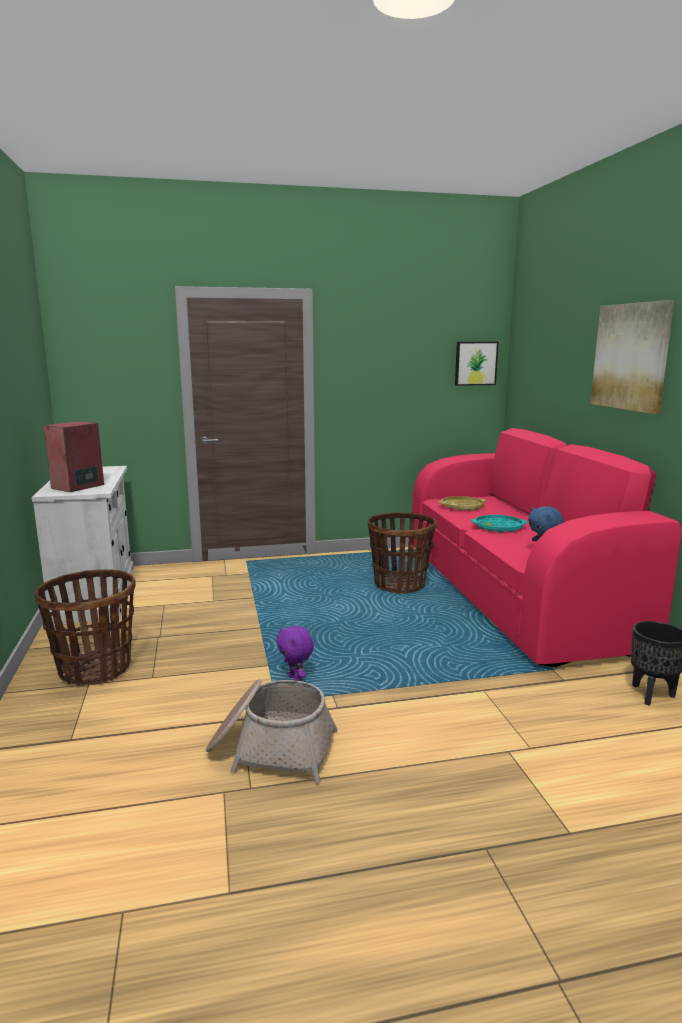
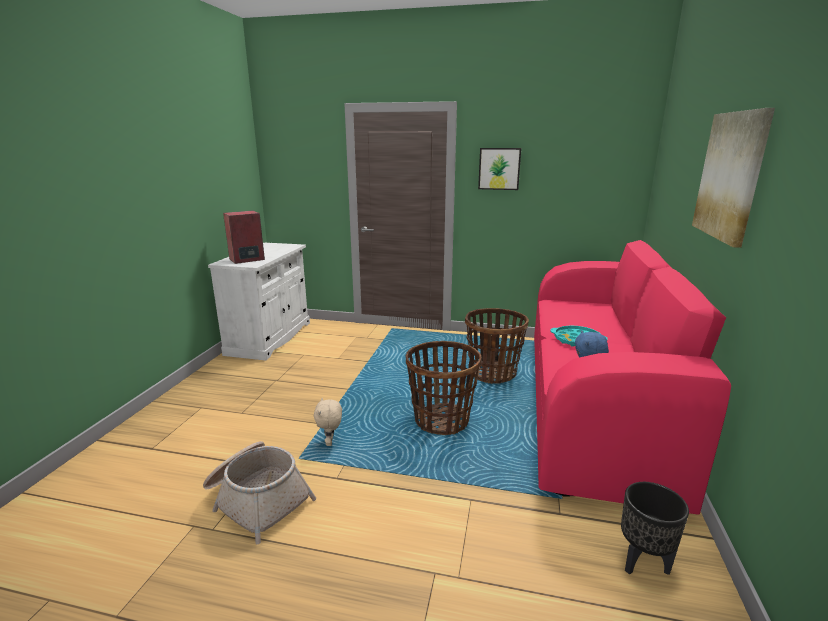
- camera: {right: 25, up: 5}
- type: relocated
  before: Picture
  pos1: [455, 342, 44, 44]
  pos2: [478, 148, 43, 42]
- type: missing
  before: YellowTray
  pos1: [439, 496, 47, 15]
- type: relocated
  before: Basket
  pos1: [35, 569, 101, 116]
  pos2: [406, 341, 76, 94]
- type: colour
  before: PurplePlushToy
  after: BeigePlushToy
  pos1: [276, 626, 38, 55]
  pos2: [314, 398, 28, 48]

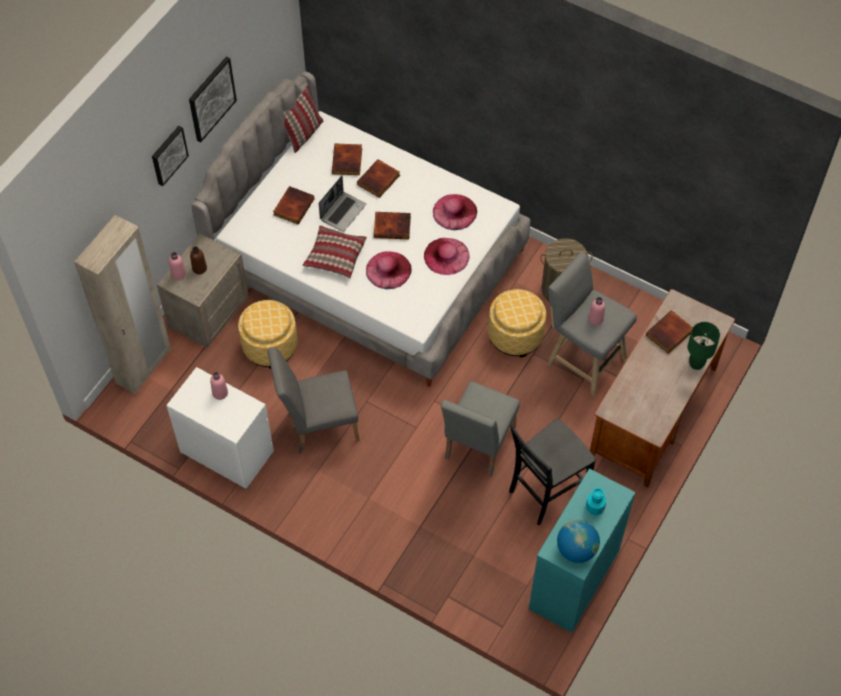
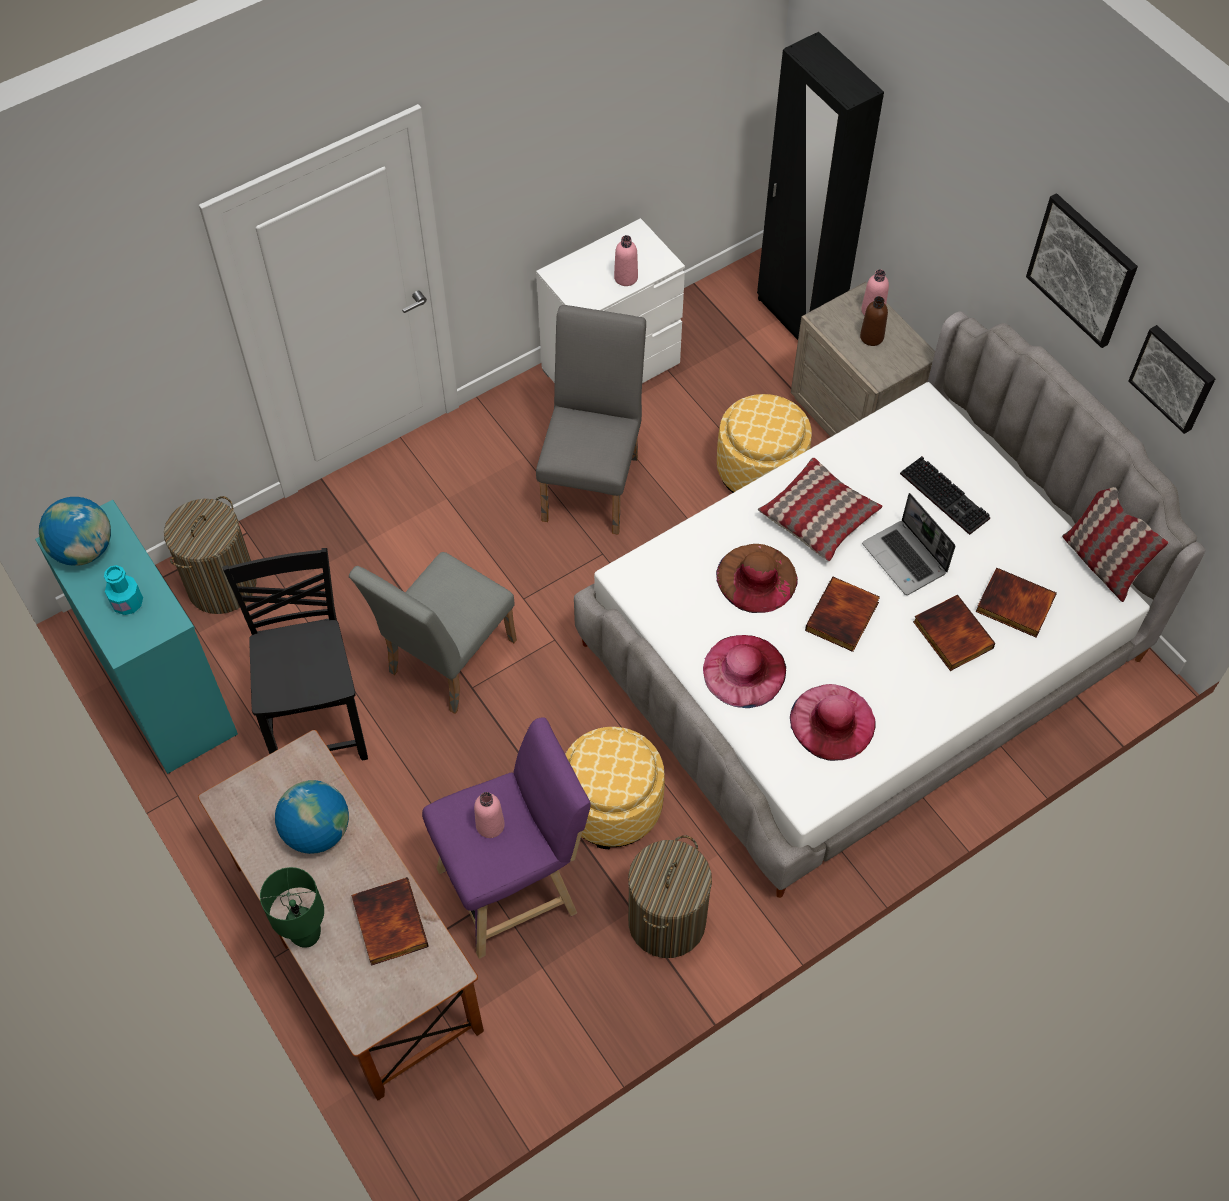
- camera: {right: 115, up: 0}
- type: relocated
  before: Picture
  pos1: [152, 126, 37, 60]
  pos2: [1128, 325, 87, 109]
- type: exchanged
  before: Book
  after: Keyboard
  pos1: [273, 186, 41, 39]
  pos2: [900, 456, 91, 79]
- type: colour
  before: BeigeWardrobe
  after: BlackWardrobe
  pos1: [74, 215, 97, 179]
  pos2: [757, 32, 127, 308]
- type: colour
  before: PinkHat
  after: BrownHat
  pos1: [366, 251, 46, 38]
  pos2: [716, 544, 82, 69]
- type: colour
  before: GreyStool
  after: PurpleStool
  pos1: [547, 252, 90, 144]
  pos2: [422, 717, 169, 242]
- type: spun
  before: GreyChair
  pos1: [441, 382, 79, 95]
  pos2: [349, 552, 168, 162]
  turn: -105
- type: appeared
  after: LaundryBasket
  pos2: [164, 496, 93, 118]
- type: appeared
  after: Globe
  pos2: [275, 780, 74, 74]

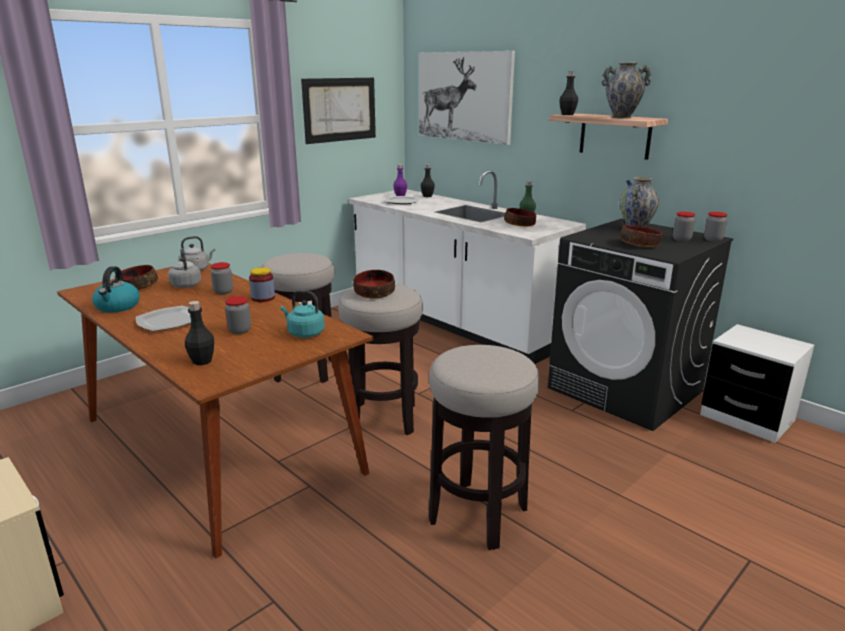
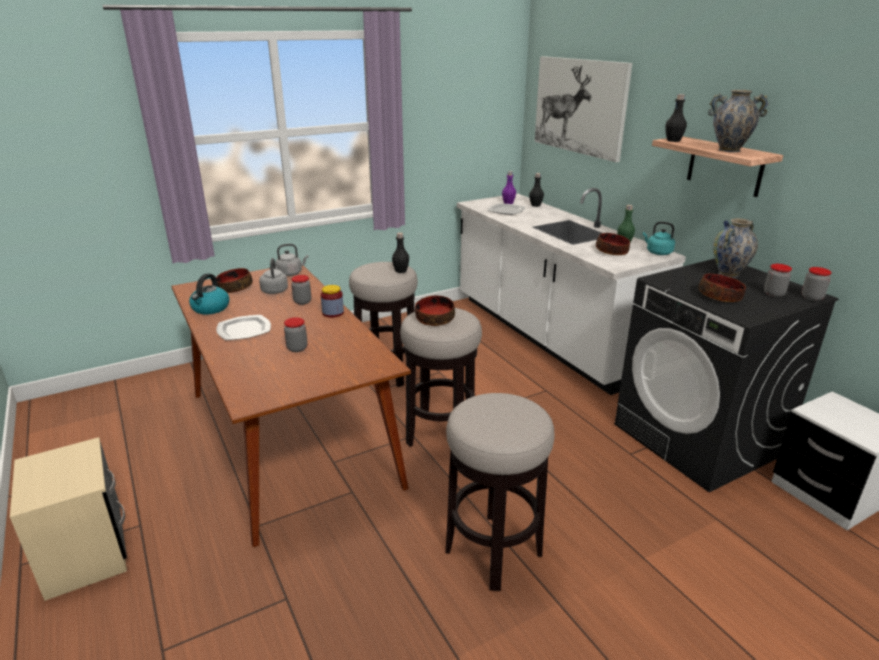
- camera: {right: 15, up: 5}
- type: missing
  before: Picture
  pos1: [301, 78, 75, 66]
- type: relocated
  before: TurquoiseKettle
  pos1: [281, 290, 43, 48]
  pos2: [643, 222, 32, 33]
- type: relocated
  before: BlackBottle
  pos1: [185, 301, 29, 64]
  pos2: [392, 232, 17, 41]

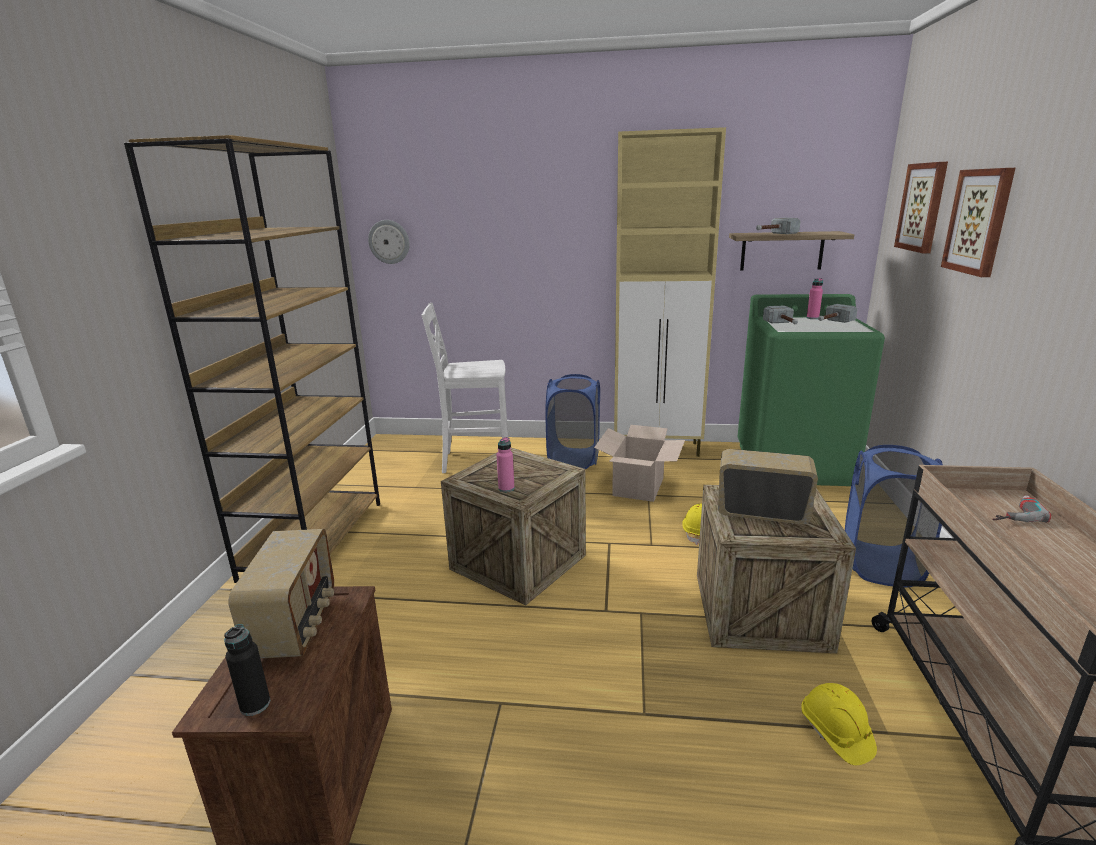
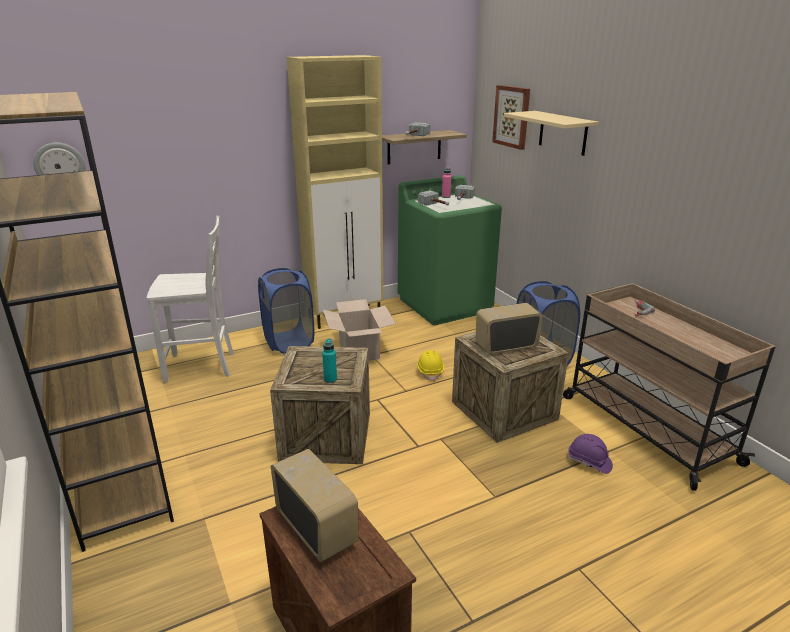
- camera: {right: -35, up: 5}
- type: exchanged
  before: Picture
  after: BeigeShelf
  pos1: [941, 168, 74, 109]
  pos2: [504, 111, 95, 45]
- type: spun
  before: WhiteChair
  pos1: [421, 303, 87, 170]
  pos2: [147, 216, 87, 167]
  turn: -150
- type: colour
  before: PinkBottle
  after: TurquoiseBottle
  pos1: [496, 437, 19, 55]
  pos2: [322, 339, 15, 44]
- type: missing
  before: BlackBottle
  pos1: [224, 624, 46, 92]
- type: colour
  before: YellowHardHat
  after: PurpleHardHat
  pos1: [801, 683, 76, 82]
  pos2: [567, 434, 46, 40]

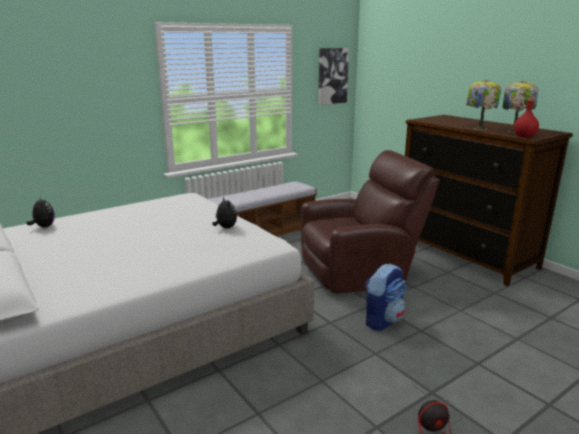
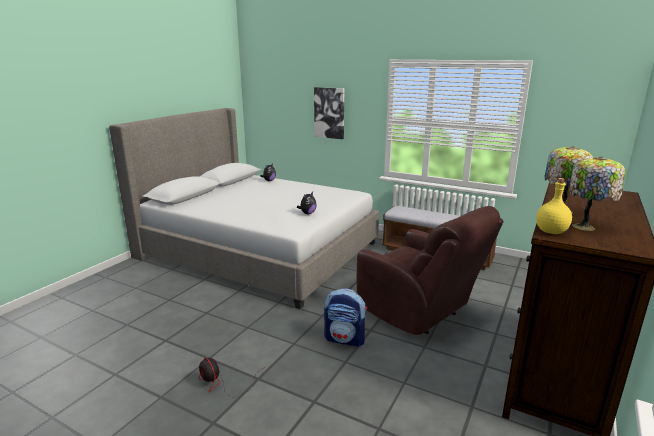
- camera: {right: 65, up: 0}
- type: relocated
  before: Picture
  pos1: [318, 48, 31, 57]
  pos2: [314, 87, 30, 52]
- type: colour
  before: RedBottle
  after: YellowBottle
  pos1: [514, 97, 25, 41]
  pos2: [536, 178, 36, 56]

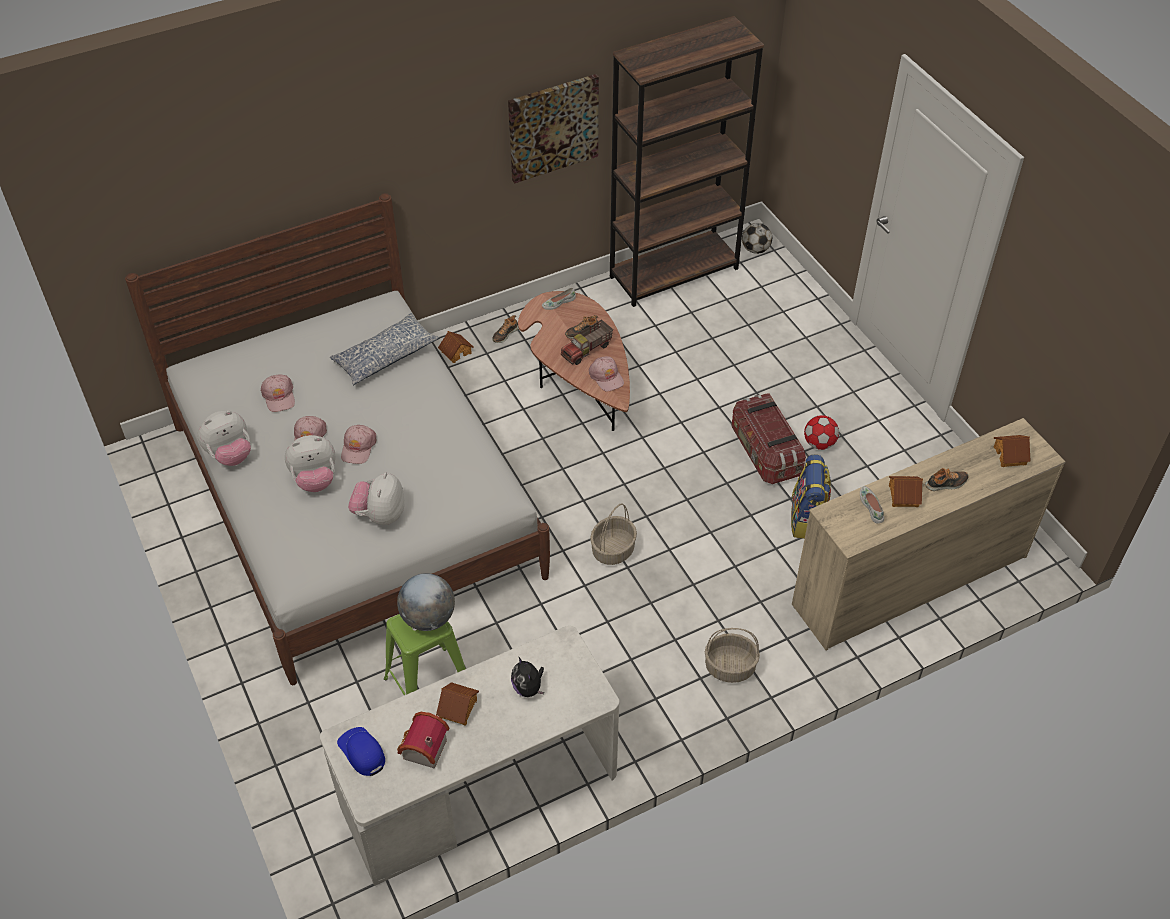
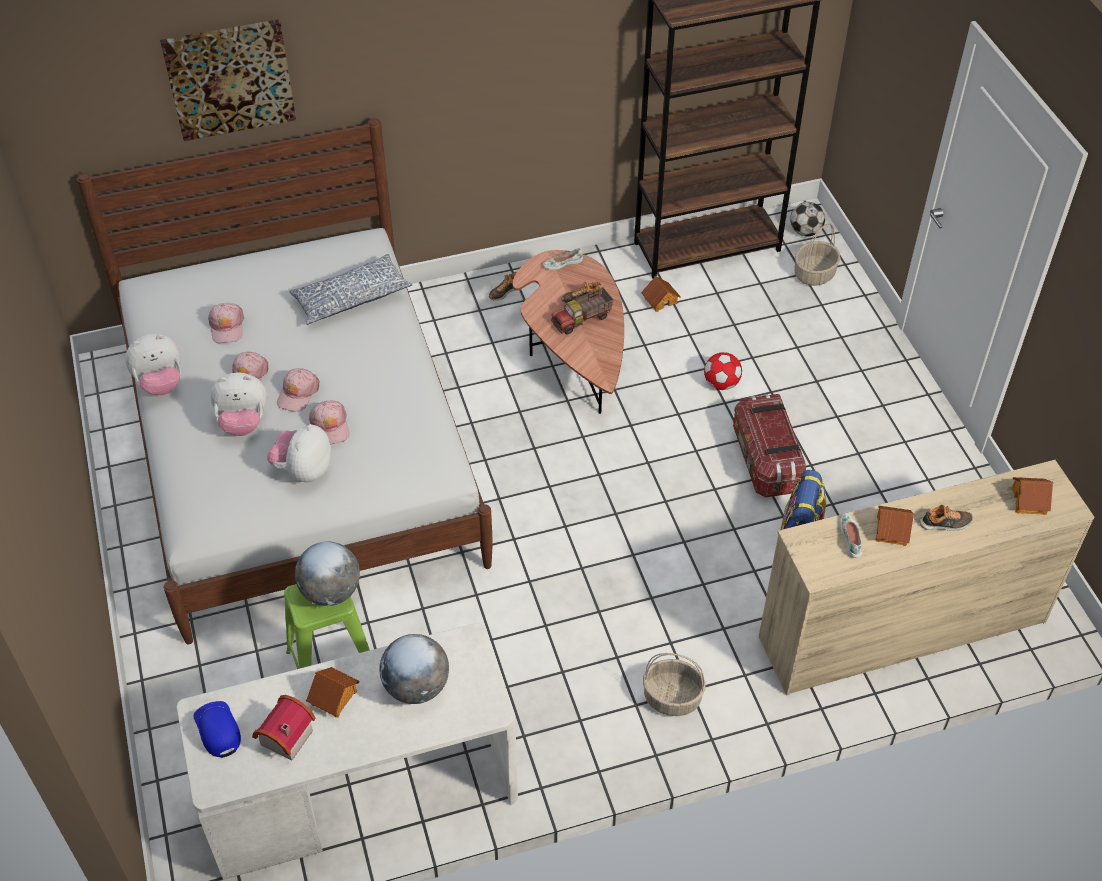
- camera: {right: 10, up: 0}
- type: relocated
  before: Picture
  pos1: [508, 74, 91, 109]
  pos2: [160, 19, 136, 122]
- type: relocated
  before: ToyHouse
  pos1: [438, 331, 35, 32]
  pos2: [641, 276, 40, 36]
- type: relocated
  before: PinkCap
  pos1: [589, 356, 35, 35]
  pos2: [309, 401, 40, 43]
- type: relocated
  before: Football
  pos1: [804, 415, 35, 35]
  pos2: [704, 352, 38, 38]
- type: relocated
  before: Basket
  pos1: [590, 503, 47, 62]
  pos2: [794, 224, 47, 62]
- type: exchanged
  before: PlushToy
  after: Globe
  pos1: [511, 656, 33, 41]
  pos2: [379, 634, 70, 70]

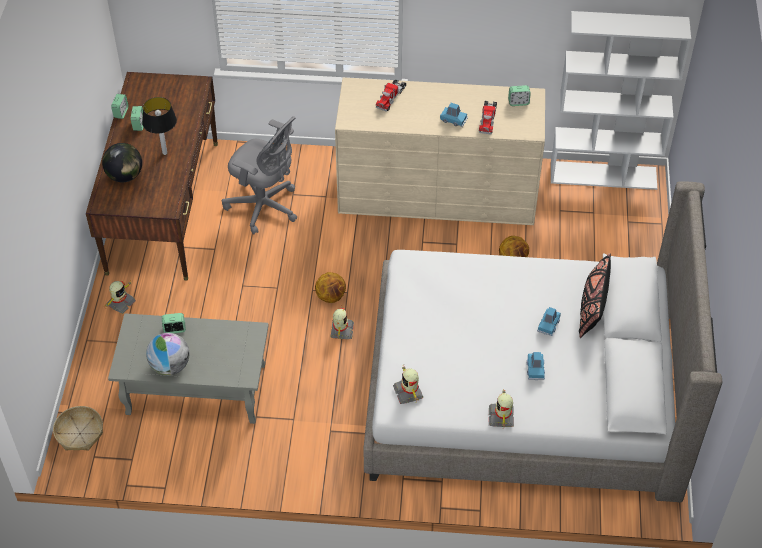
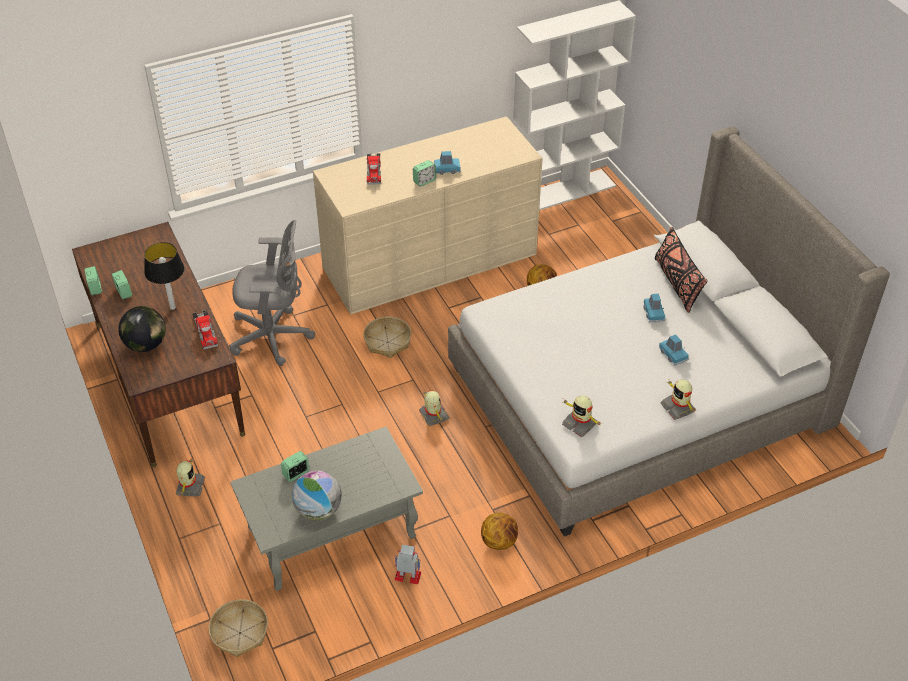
- camera: {right: -30, up: -5}
- type: relocated
  before: AlarmClock
  pos1: [508, 85, 23, 21]
  pos2: [413, 160, 23, 27]
- type: relocated
  before: ToyTruck
  pos1: [479, 101, 18, 34]
  pos2: [192, 310, 26, 39]
- type: relocated
  before: Basketball
  pos1: [315, 272, 31, 31]
  pos2: [481, 513, 37, 37]
- type: appeared
  after: Basket
  pos2: [363, 316, 48, 42]
- type: appeared
  after: ToyRobot
  pos2: [394, 544, 27, 40]

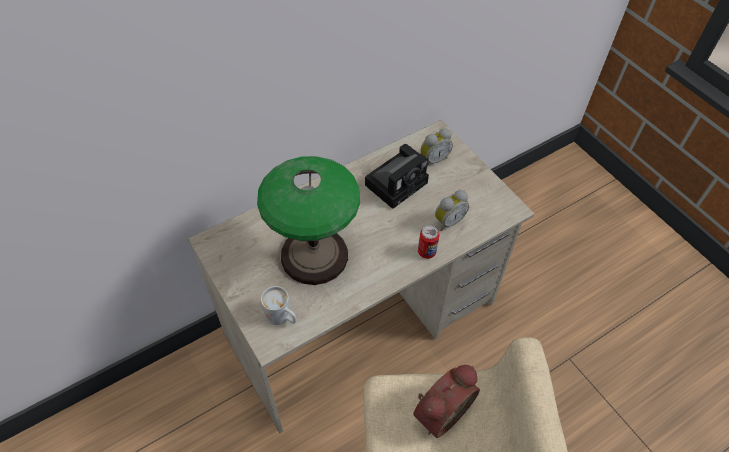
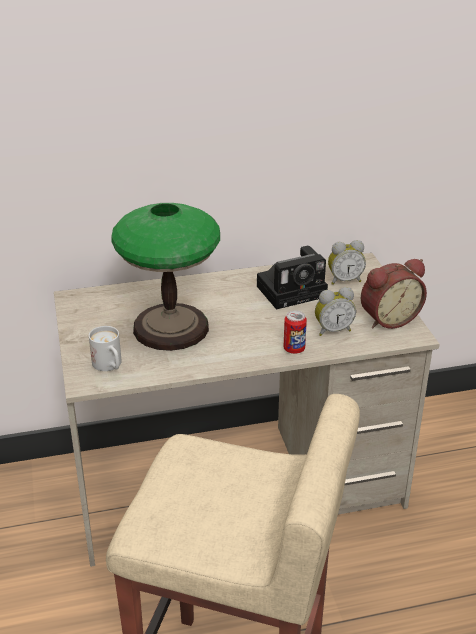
- camera: {right: 20, up: -20}
- type: relocated
  before: AlarmClock
  pos1: [413, 365, 67, 73]
  pos2: [361, 259, 66, 70]

